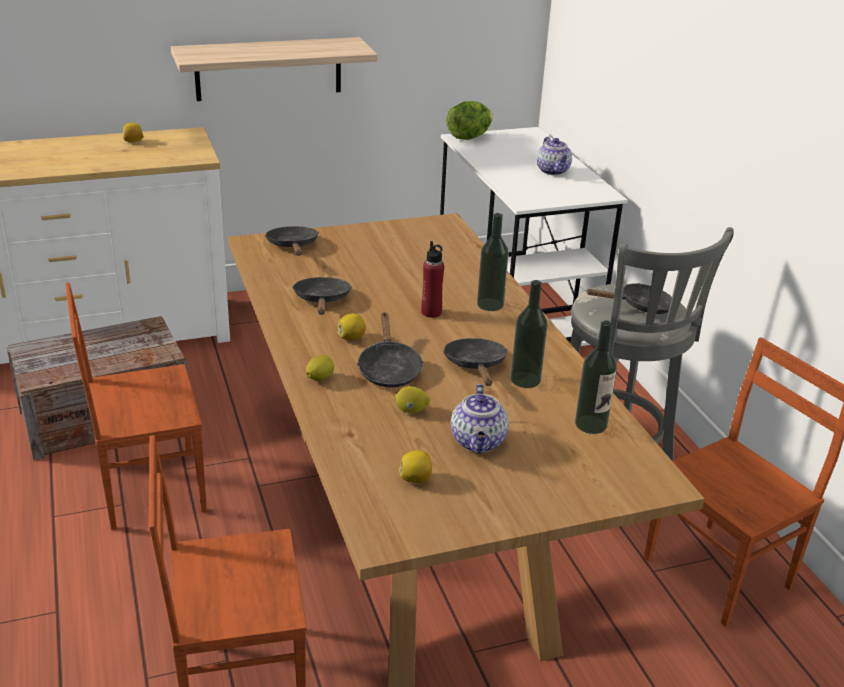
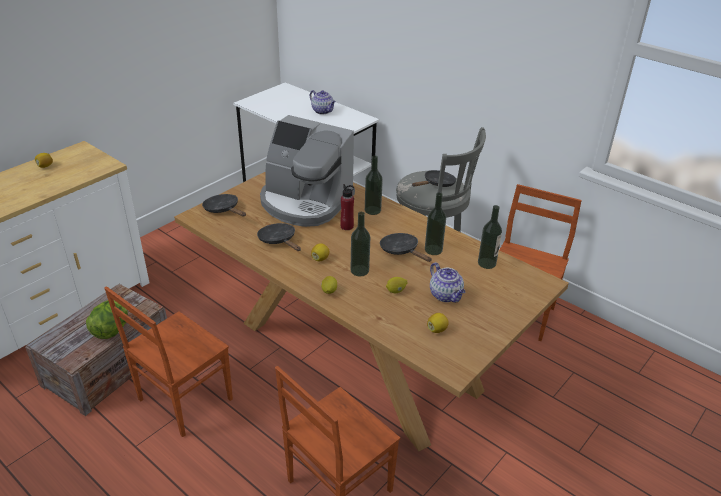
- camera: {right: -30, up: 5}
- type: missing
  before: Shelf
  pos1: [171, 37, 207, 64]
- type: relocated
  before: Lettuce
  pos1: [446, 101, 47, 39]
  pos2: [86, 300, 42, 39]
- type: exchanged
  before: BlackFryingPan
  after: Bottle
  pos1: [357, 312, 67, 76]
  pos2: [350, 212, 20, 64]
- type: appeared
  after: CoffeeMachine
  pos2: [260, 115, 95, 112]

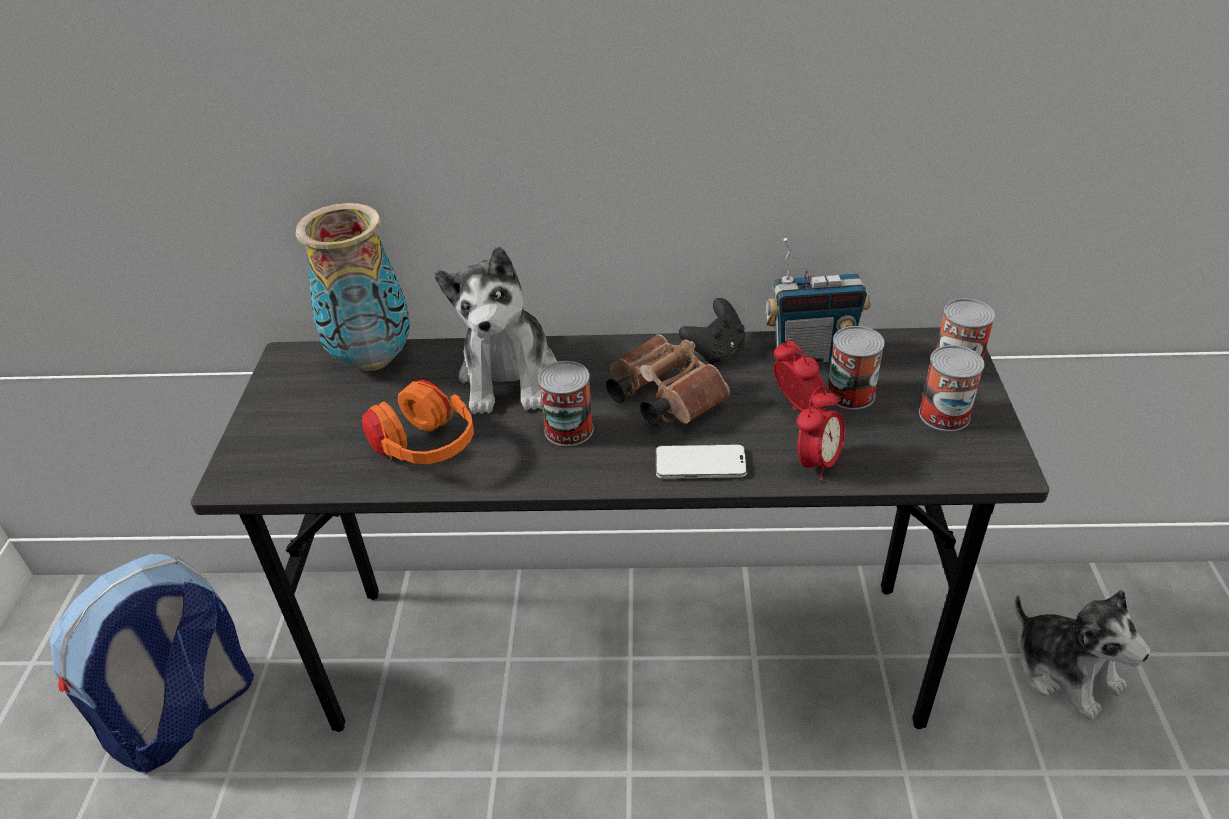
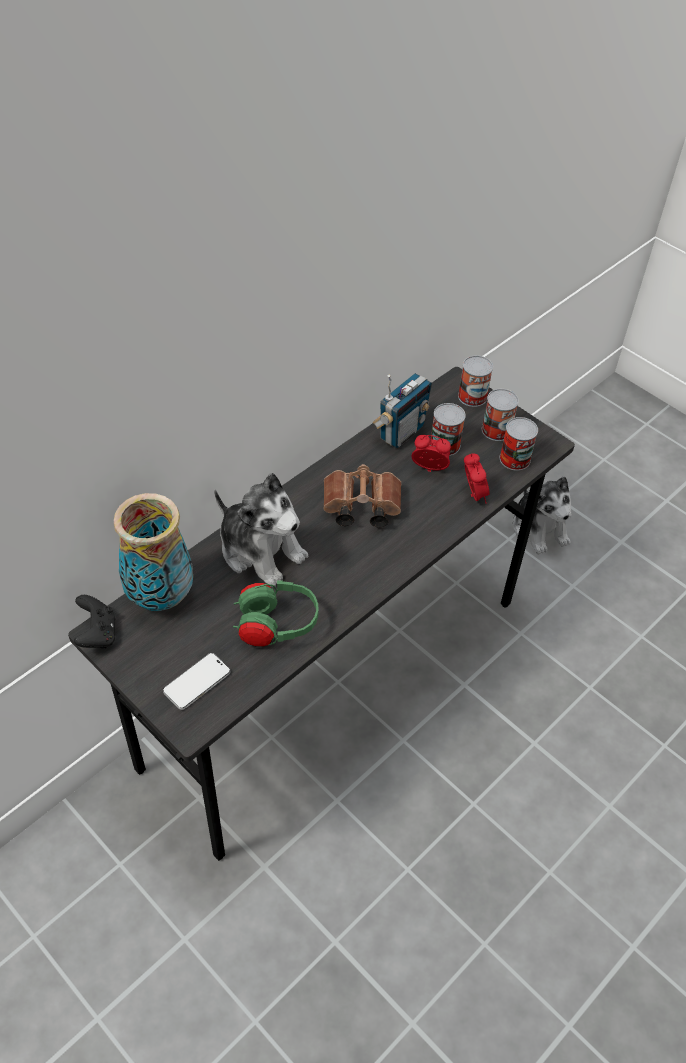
- camera: {right: -50, up: 10}
- type: relocated
  before: BlackGameController
  pos1: [679, 298, 66, 67]
  pos2: [74, 595, 42, 53]
- type: relocated
  before: Can
  pos1: [538, 361, 56, 85]
  pos2: [500, 417, 38, 54]
- type: colour
  before: OrangeHeadphones
  after: GreenHeadphones
  pos1: [362, 380, 112, 84]
  pos2: [233, 580, 85, 66]
- type: relocated
  before: Phone
  pos1: [656, 444, 91, 35]
  pos2: [163, 653, 67, 57]
- type: missing
  before: Backpack
  pos1: [50, 554, 204, 219]
- type: spun
  before: PlushToy
  pos1: [1015, 590, 136, 130]
  pos2: [513, 476, 58, 79]
  turn: 60

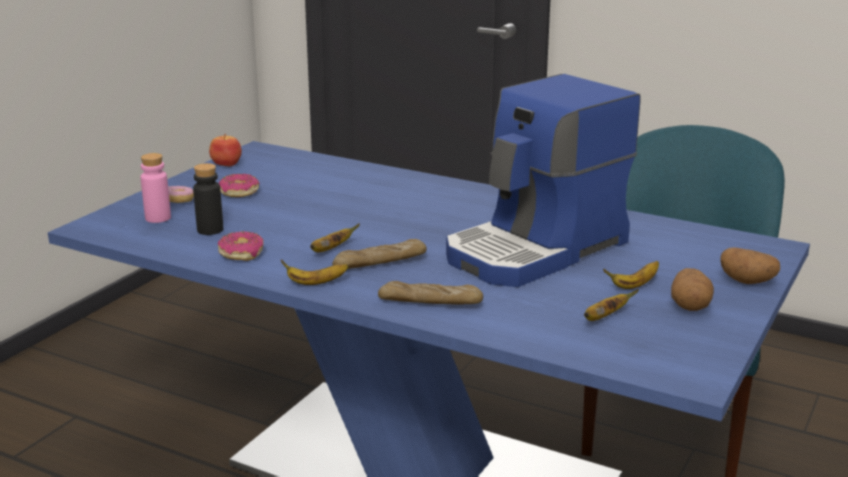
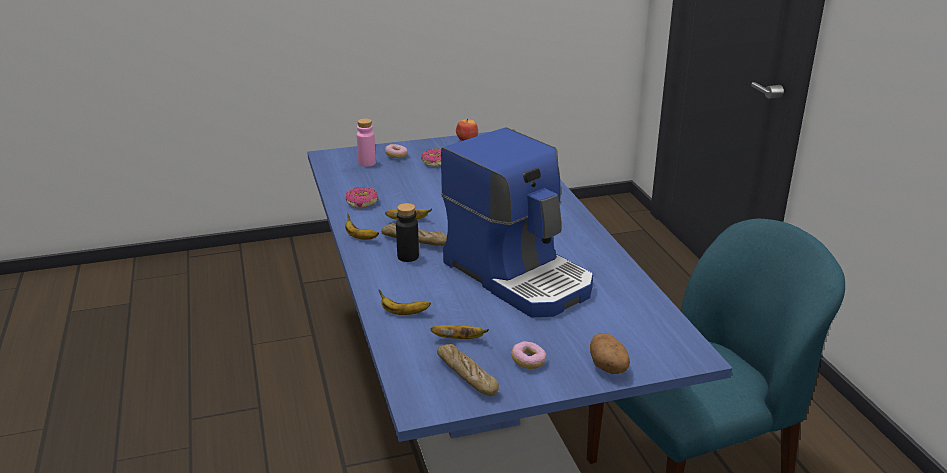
- camera: {right: 45, up: 5}
- type: spun
  before: CoffeeMachine
  pos1: [446, 74, 194, 213]
  pos2: [441, 128, 152, 189]
  turn: -135
- type: relocated
  before: BlackBottle
  pos1: [193, 163, 30, 72]
  pos2: [396, 203, 23, 59]
- type: relocated
  before: Banana
  pos1: [603, 261, 56, 28]
  pos2: [379, 290, 52, 25]
- type: exchanged
  before: Potato
  after: Donut
  pos1: [671, 268, 43, 43]
  pos2: [511, 341, 35, 28]
- type: relocated
  before: Bread
  pos1: [378, 281, 105, 24]
  pos2: [437, 344, 62, 52]

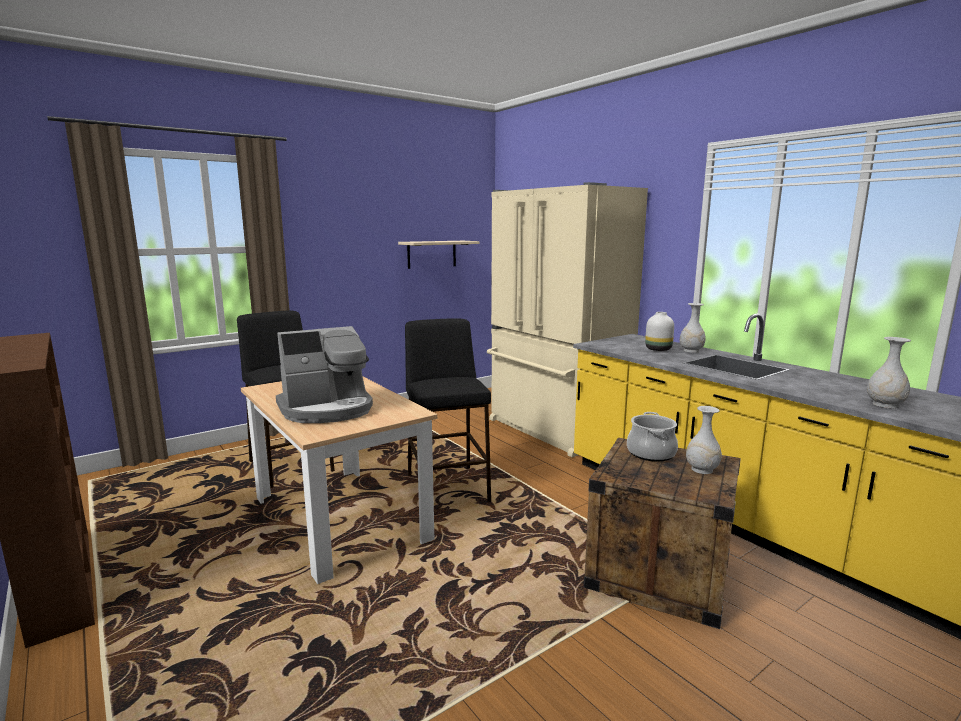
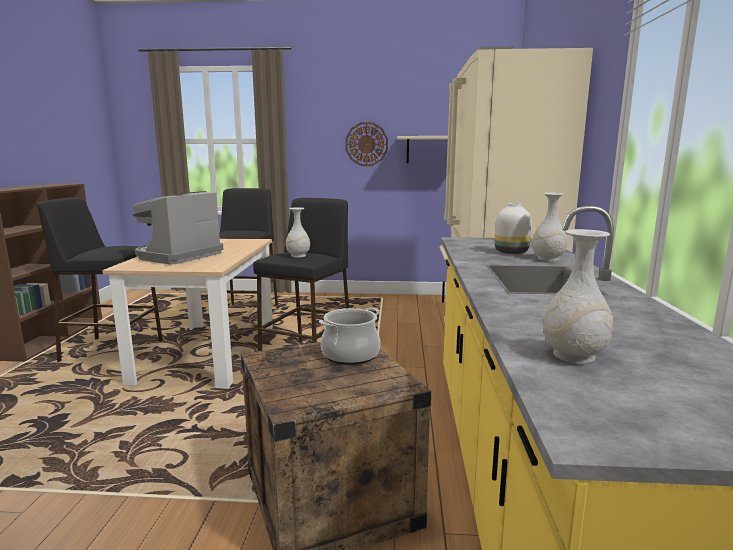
- camera: {right: 40, up: 0}
- type: spun
  before: CoffeeMachine
  pos1: [276, 326, 97, 97]
  pos2: [132, 191, 91, 73]
  turn: 105
- type: relocated
  before: WhiteVase
  pos1: [686, 406, 36, 68]
  pos2: [286, 207, 24, 51]
- type: appeared
  after: WallClock
  pos2: [346, 122, 42, 44]
- type: appeared
  after: BlackStool
  pos2: [37, 197, 126, 165]

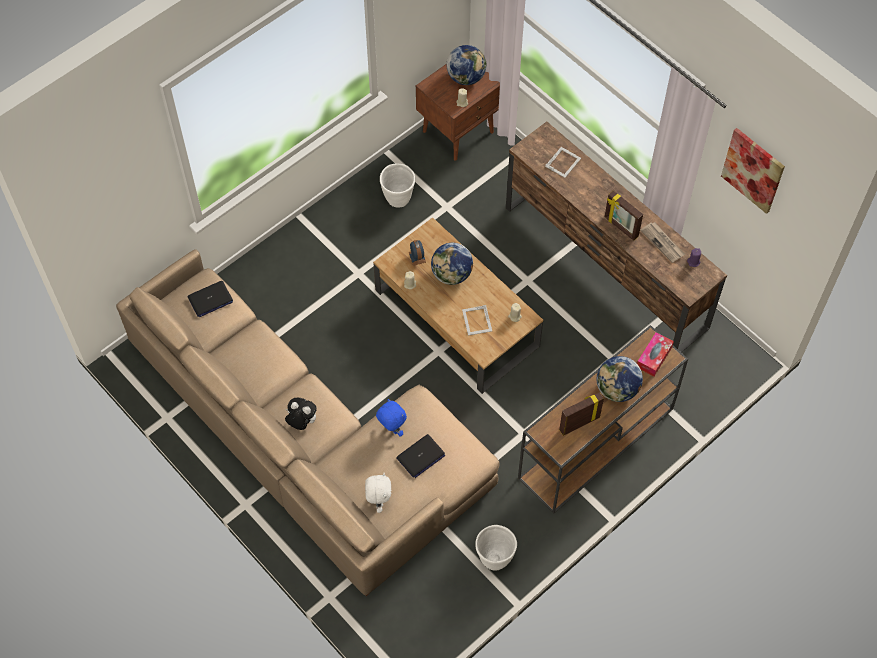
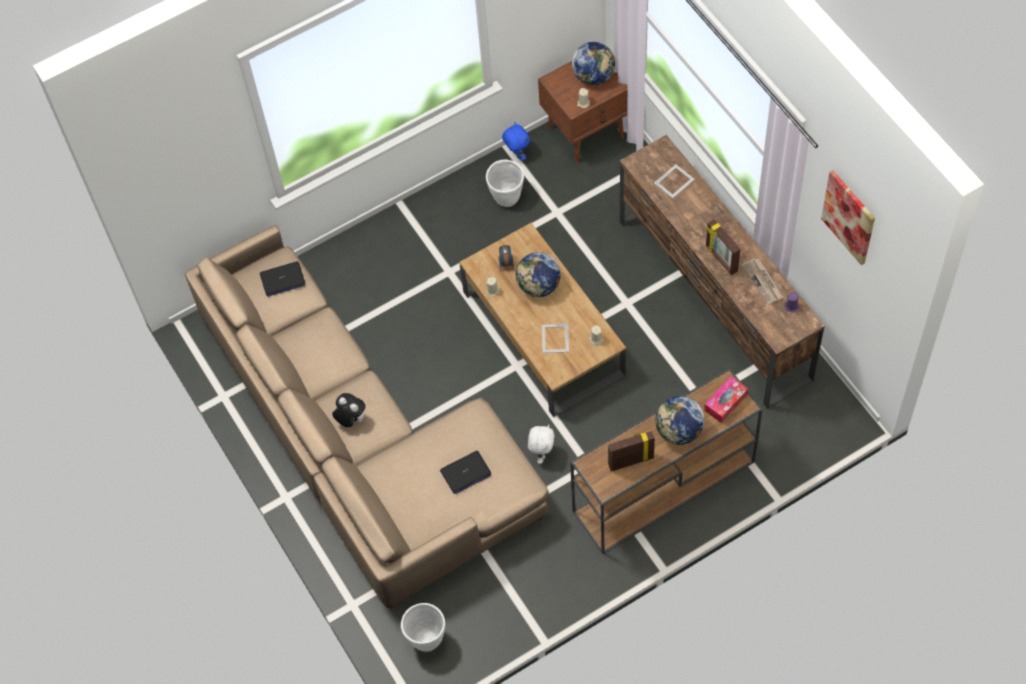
- camera: {right: 15, up: 0}
- type: relocated
  before: BluePlushToy
  pos1: [376, 399, 31, 38]
  pos2: [502, 122, 28, 38]
- type: relocated
  before: WhitePlushToy
  pos1: [365, 473, 26, 40]
  pos2: [528, 424, 27, 40]
- type: relocated
  before: WhitePlanter
  pos1: [475, 525, 42, 46]
  pos2: [401, 603, 44, 49]

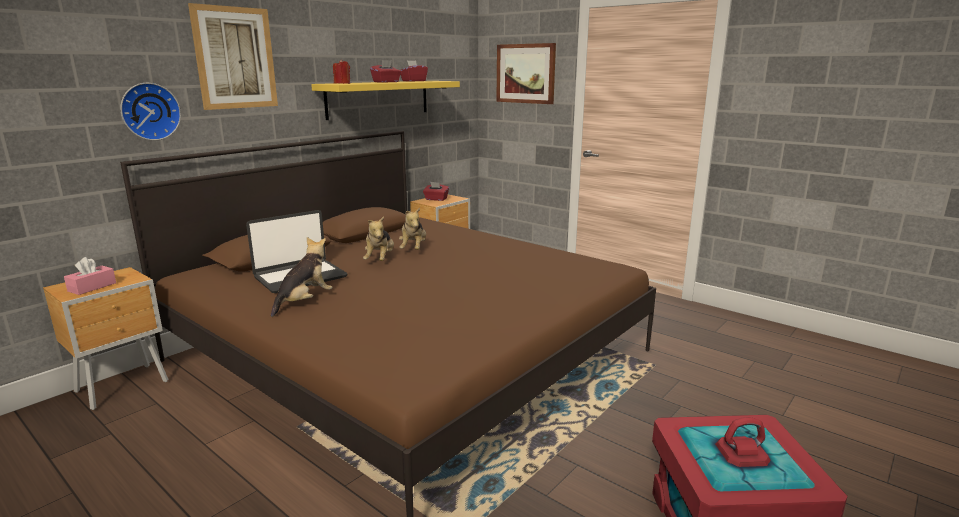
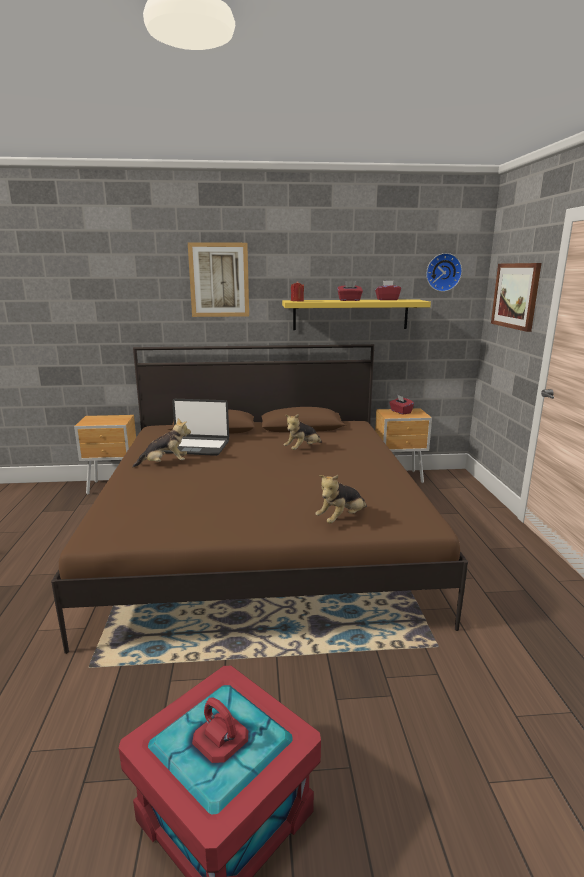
- camera: {right: 45, up: 0}
- type: relocated
  before: WallClock
  pos1: [120, 83, 61, 58]
  pos2: [426, 253, 36, 39]
- type: relocated
  before: PlushToy
  pos1: [363, 216, 31, 45]
  pos2: [316, 475, 51, 49]
- type: missing
  before: PinkTissueBox
  pos1: [64, 257, 52, 38]

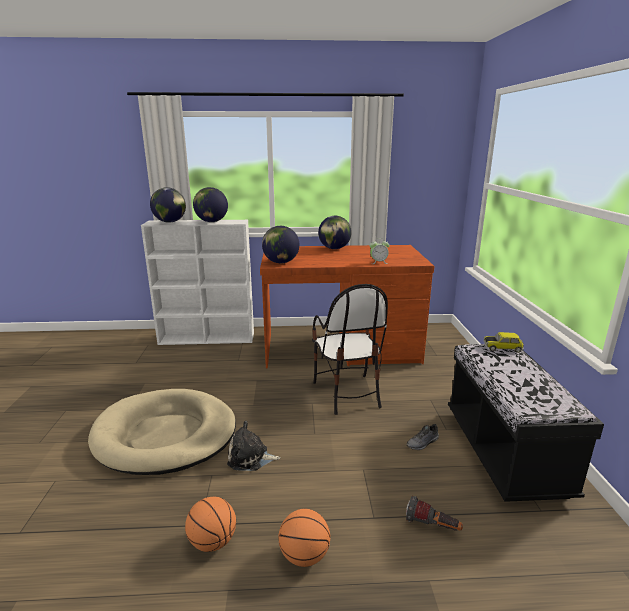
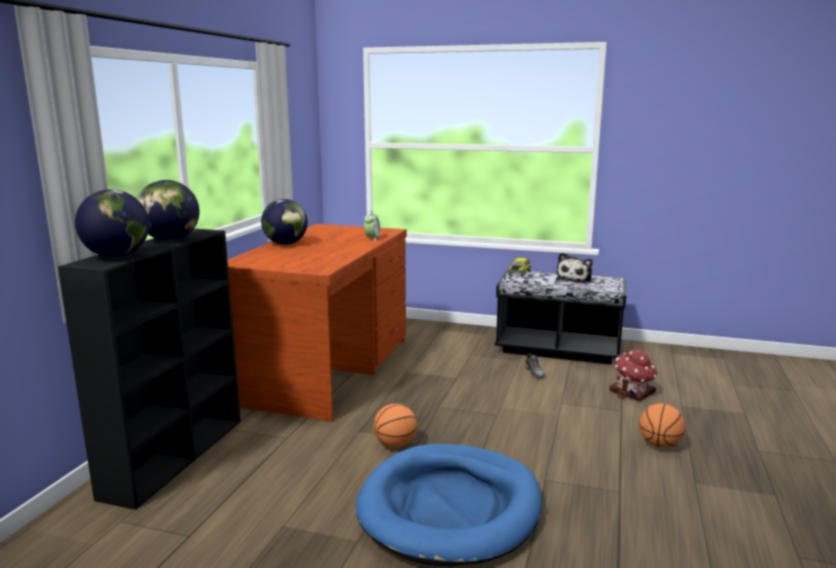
- camera: {right: -70, up: -5}
- type: colour
  before: WhiteBookcase
  after: BlackBookcase
  pos1: [141, 220, 113, 125]
  pos2: [58, 229, 183, 281]
- type: missing
  before: Globe
  pos1: [262, 226, 37, 37]
- type: missing
  before: Chair
  pos1: [312, 284, 76, 131]
- type: colour
  before: BeigeDogBed
  after: BlueDogBed
  pos1: [88, 389, 148, 86]
  pos2: [356, 444, 186, 122]
- type: relocated
  before: PlushToy
  pos1: [227, 421, 54, 50]
  pos2: [556, 253, 37, 30]
- type: exchanged
  before: Flashlight
  after: ToyHouse
  pos1: [406, 496, 57, 35]
  pos2: [609, 350, 48, 51]
- type: relocated
  before: Basketball
  pos1: [185, 497, 51, 55]
  pos2: [373, 404, 44, 44]

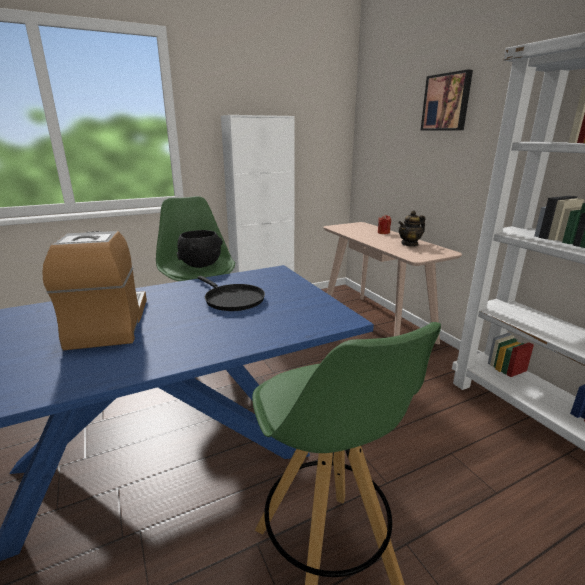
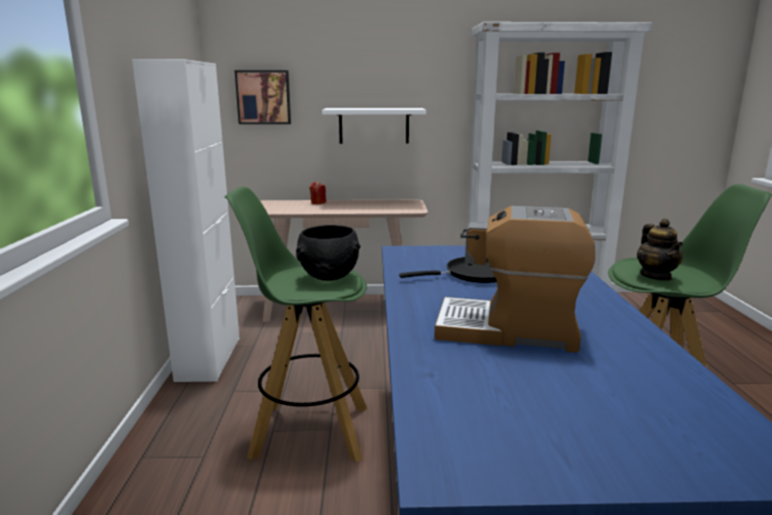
- camera: {right: -65, up: -5}
- type: relocated
  before: Picture
  pos1: [421, 70, 52, 61]
  pos2: [235, 70, 56, 54]
- type: relocated
  before: Teapot
  pos1: [398, 211, 27, 36]
  pos2: [637, 219, 46, 62]
- type: appeared
  after: WhiteShelf
  pos2: [322, 108, 104, 36]

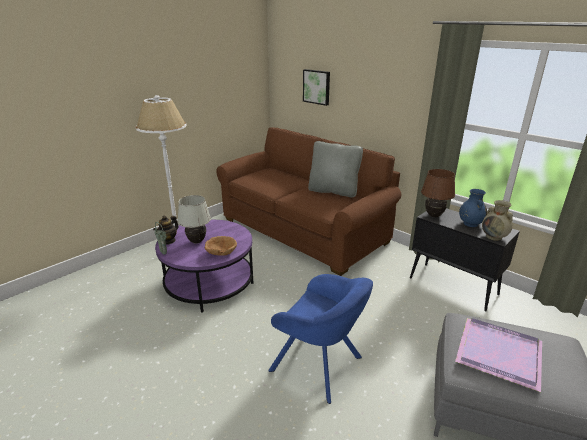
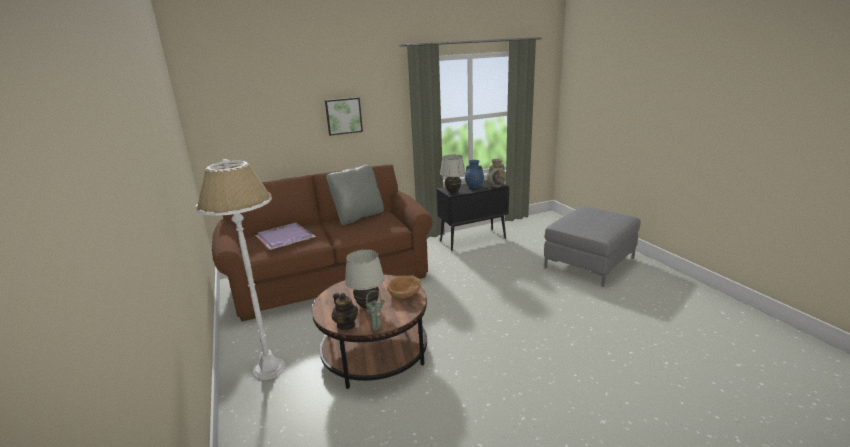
- camera: {right: -65, up: -5}
- type: relocated
  before: Picture
  pos1: [303, 69, 27, 37]
  pos2: [325, 97, 38, 39]
- type: colour
  before: BrownTableLamp
  after: WhiteTableLamp
  pos1: [421, 169, 34, 48]
  pos2: [440, 154, 26, 39]
- type: colour
  before: PurpleCoffeeTable
  after: BrownCoffeeTable
  pos1: [155, 220, 98, 92]
  pos2: [312, 275, 115, 114]
- type: missing
  before: BlueArmchair
  pos1: [268, 274, 105, 130]
- type: relocated
  before: PurpleTray
  pos1: [455, 318, 87, 74]
  pos2: [255, 223, 61, 27]

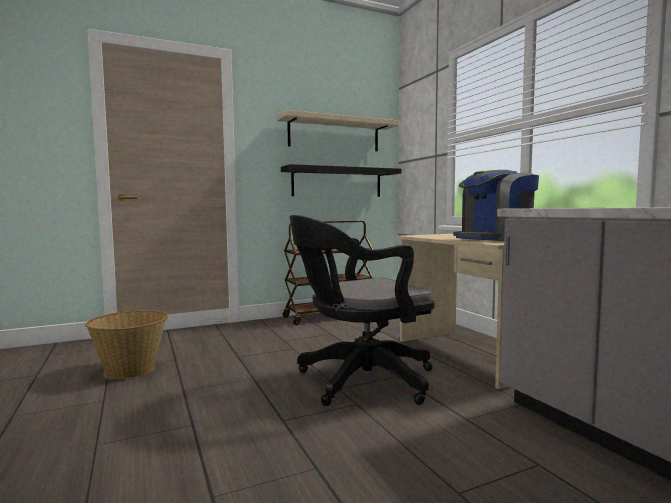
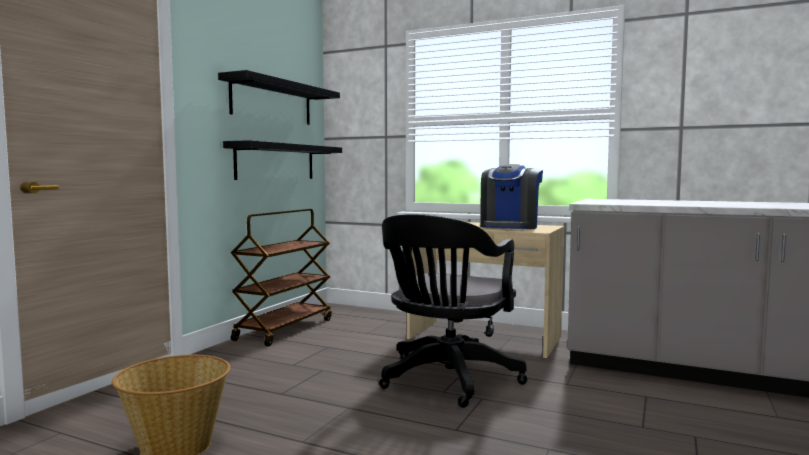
- camera: {right: -40, up: 0}
- type: colour
  before: BeigeShelf
  after: BlackShelf
  pos1: [277, 110, 122, 41]
  pos2: [218, 70, 122, 55]

